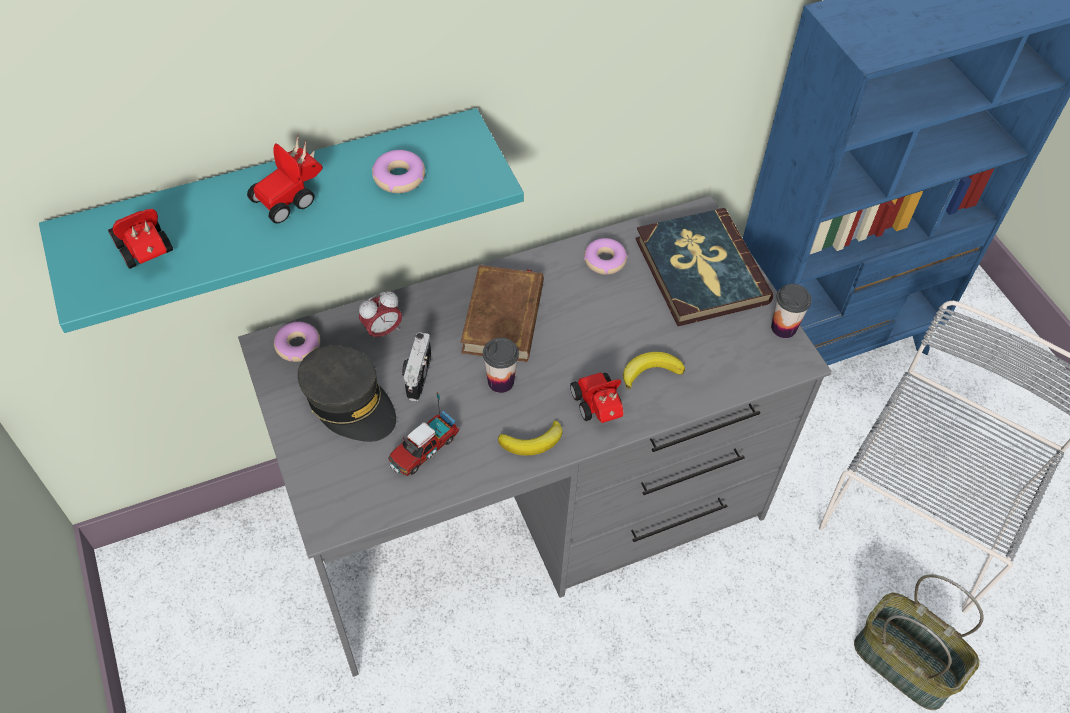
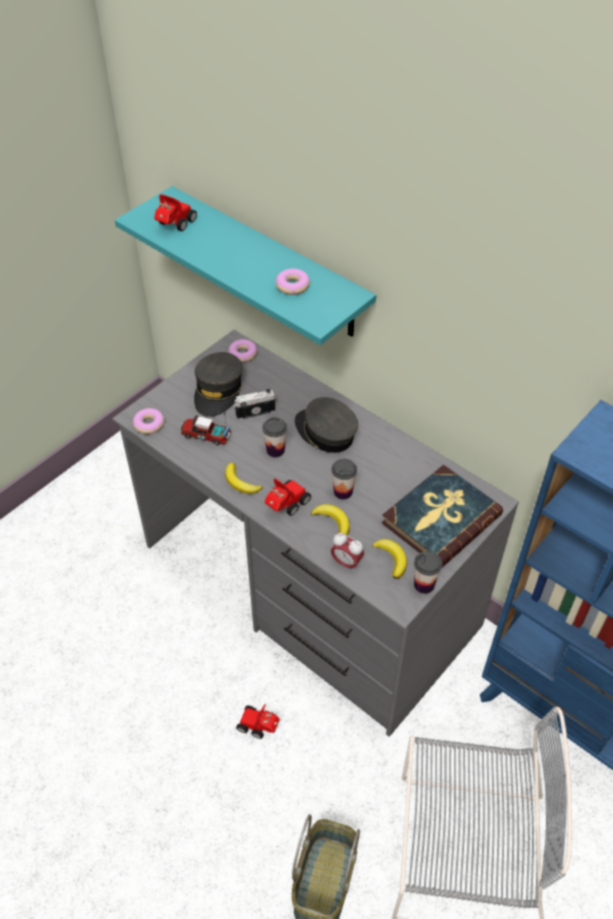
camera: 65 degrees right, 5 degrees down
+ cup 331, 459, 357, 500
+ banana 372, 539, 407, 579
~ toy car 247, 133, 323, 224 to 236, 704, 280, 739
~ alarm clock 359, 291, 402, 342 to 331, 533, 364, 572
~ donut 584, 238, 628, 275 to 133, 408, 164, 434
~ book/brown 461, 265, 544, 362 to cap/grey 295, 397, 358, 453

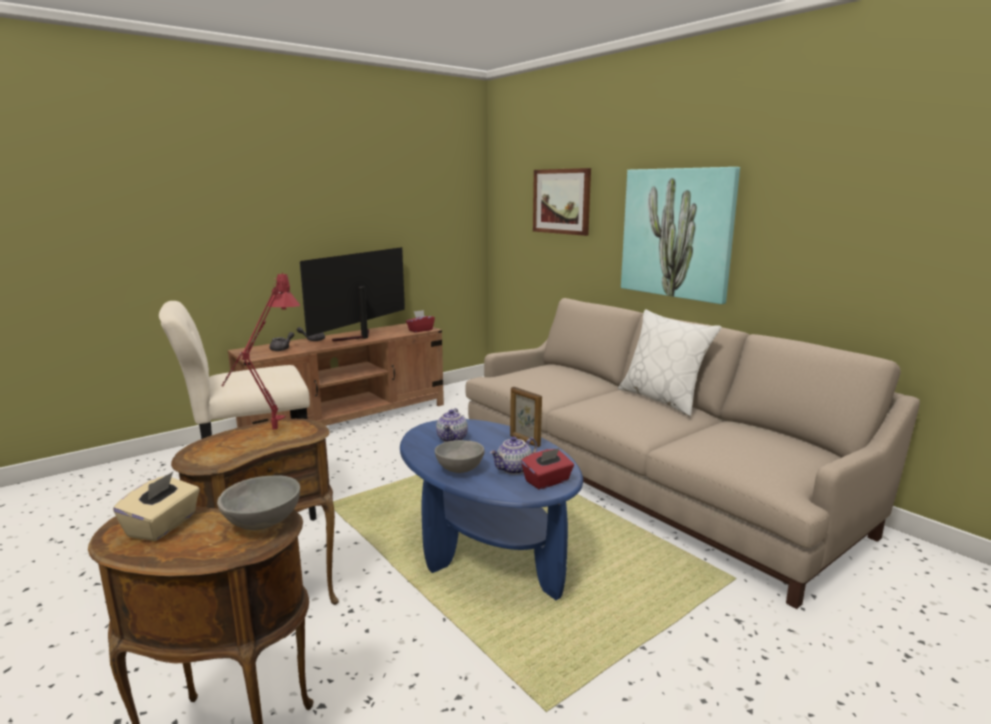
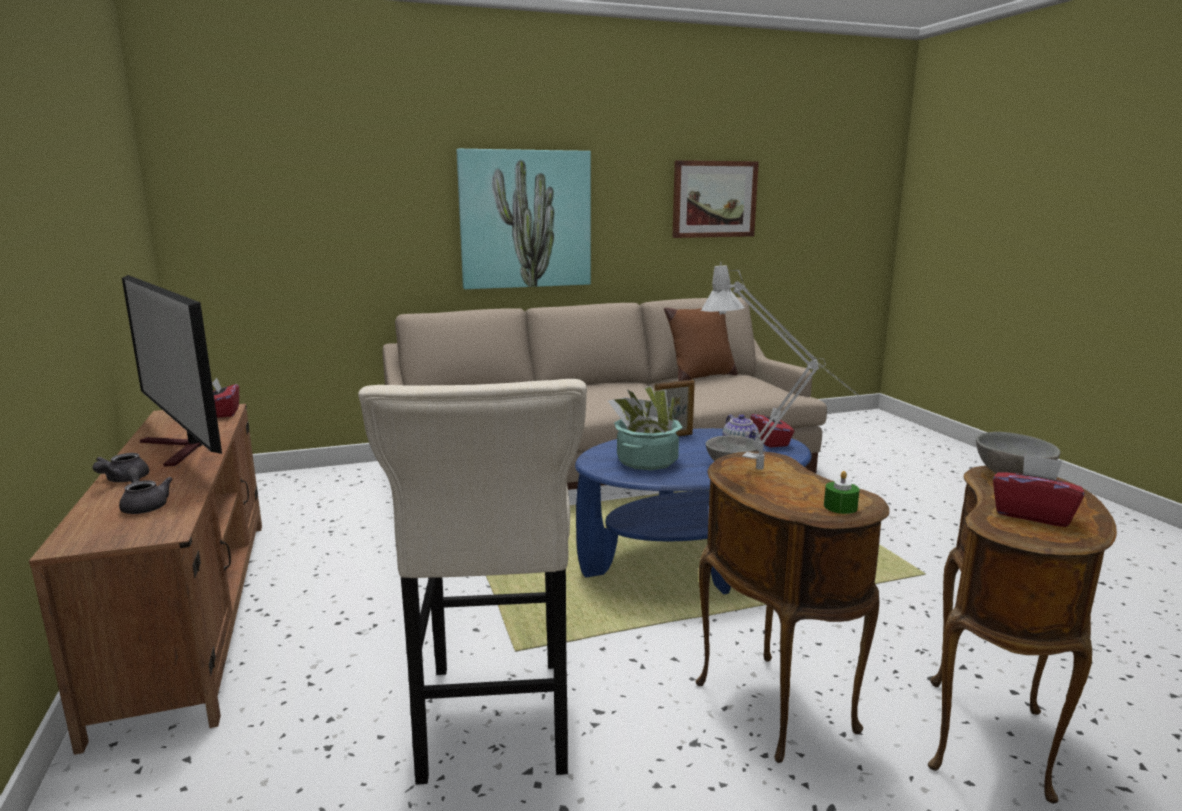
camera: 70 degrees left, 0 degrees up
- pillow/white 618, 309, 722, 416
+ pillow/brown 664, 307, 738, 381
+ candle/green 824, 471, 860, 514
~ picture 533, 168, 591, 236 to 672, 160, 759, 238
~ teapot 436, 408, 468, 442 to potted plant 608, 385, 683, 470
~ tissue box/beige 113, 472, 200, 541 to tissue box/red 993, 454, 1084, 527
~ table lamp/red 221, 272, 300, 430 to table lamp/grey 701, 262, 862, 470

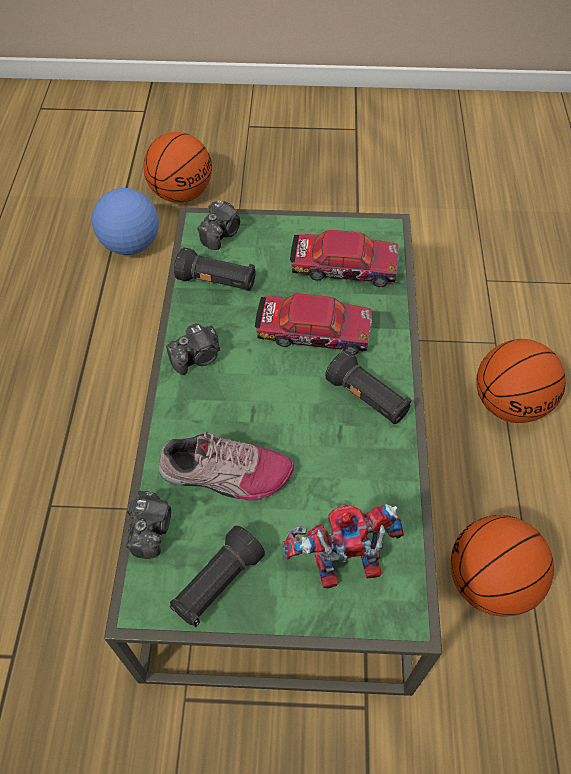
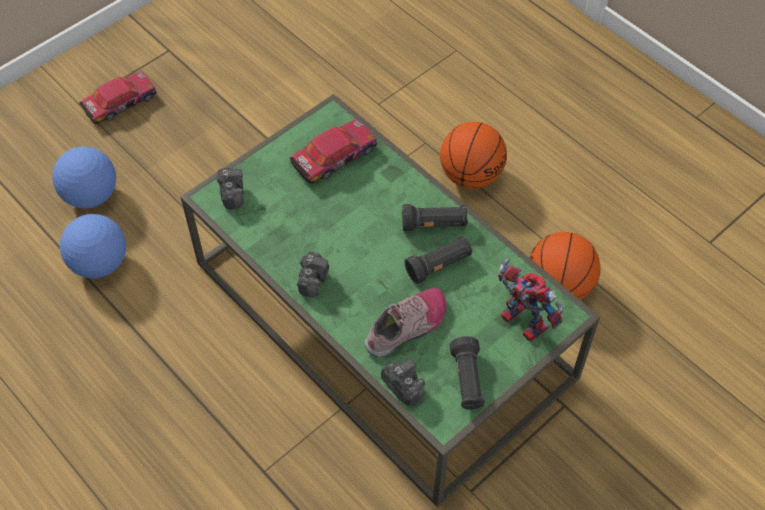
camera: 45 degrees left, 0 degrees up
~ flashlight/black 174, 247, 255, 291 to 404, 235, 473, 284
~ toy car 255, 293, 372, 355 to 79, 71, 157, 124
~ basketball 143, 132, 212, 203 to football 52, 147, 116, 208
~ toy robot 282, 504, 404, 588 = 498, 258, 563, 342 105 degrees clockwise

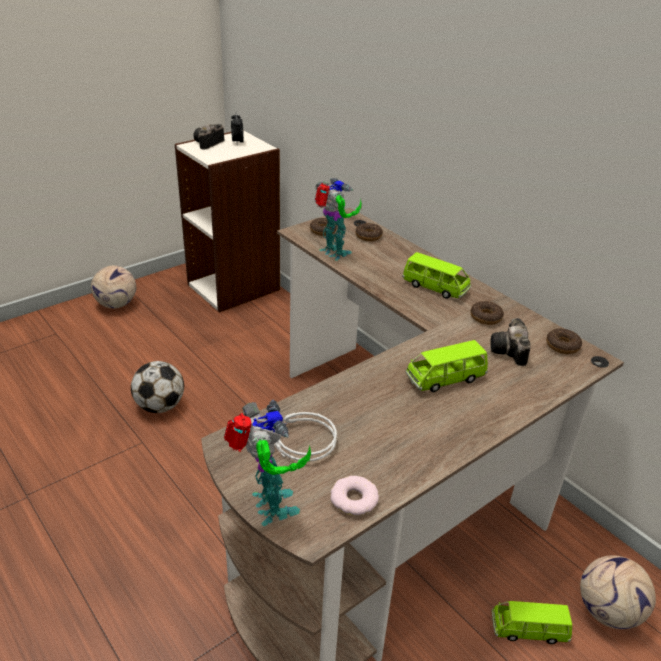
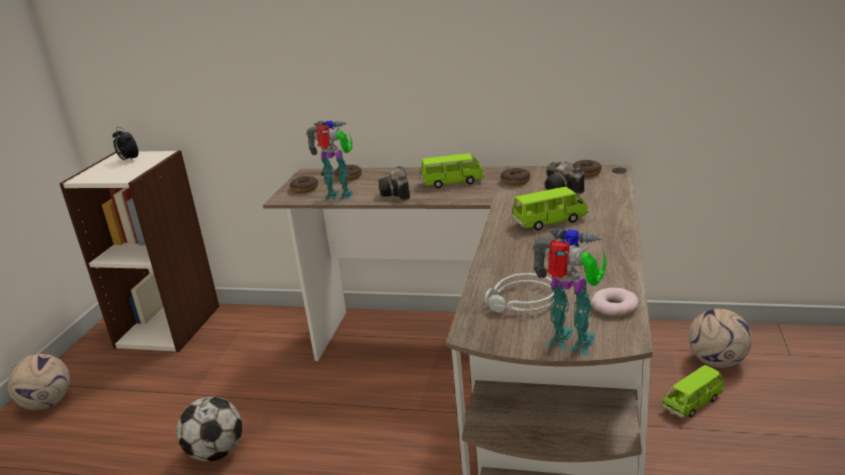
camera: 35 degrees left, 10 degrees down
~ photo camera 193, 124, 224, 150 to 378, 166, 410, 200
~ toy car/green 405, 340, 488, 392 = 512, 187, 589, 230 135 degrees counterclockwise

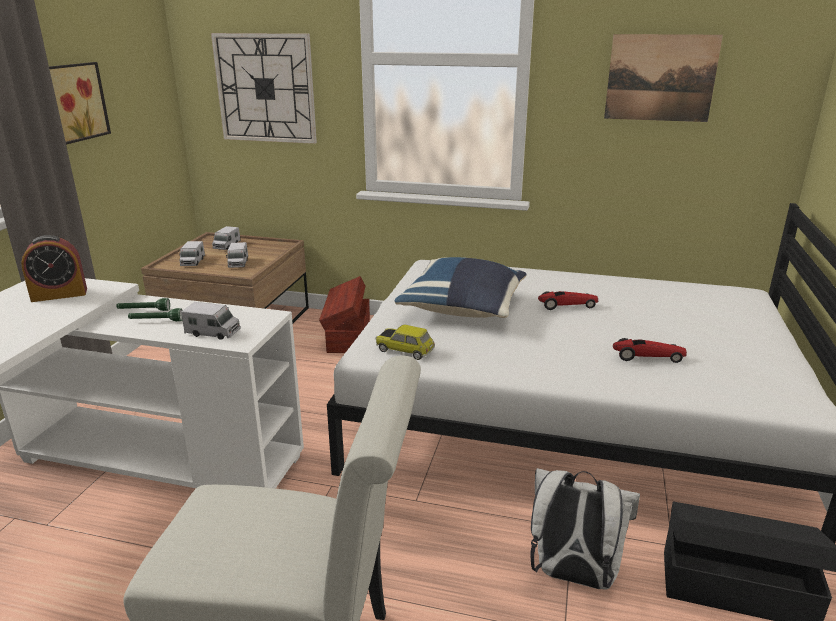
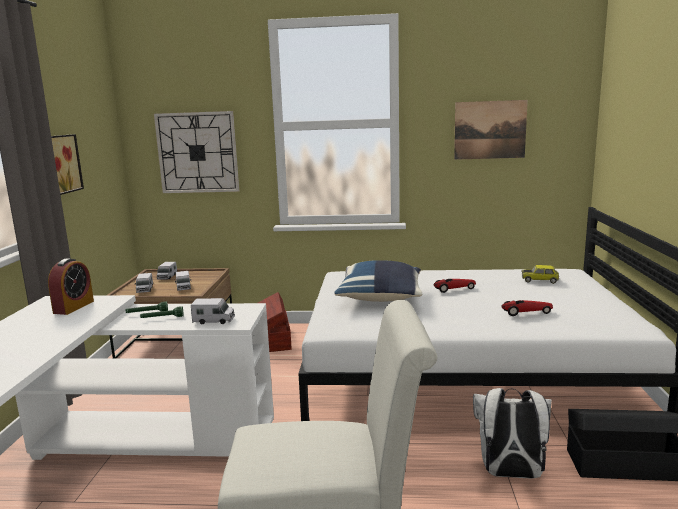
camera: 10 degrees left, 10 degrees down
~ toy car 375, 325, 435, 360 to 521, 265, 559, 284
~ alarm clock 21, 235, 87, 302 = 48, 259, 94, 315 45 degrees counterclockwise

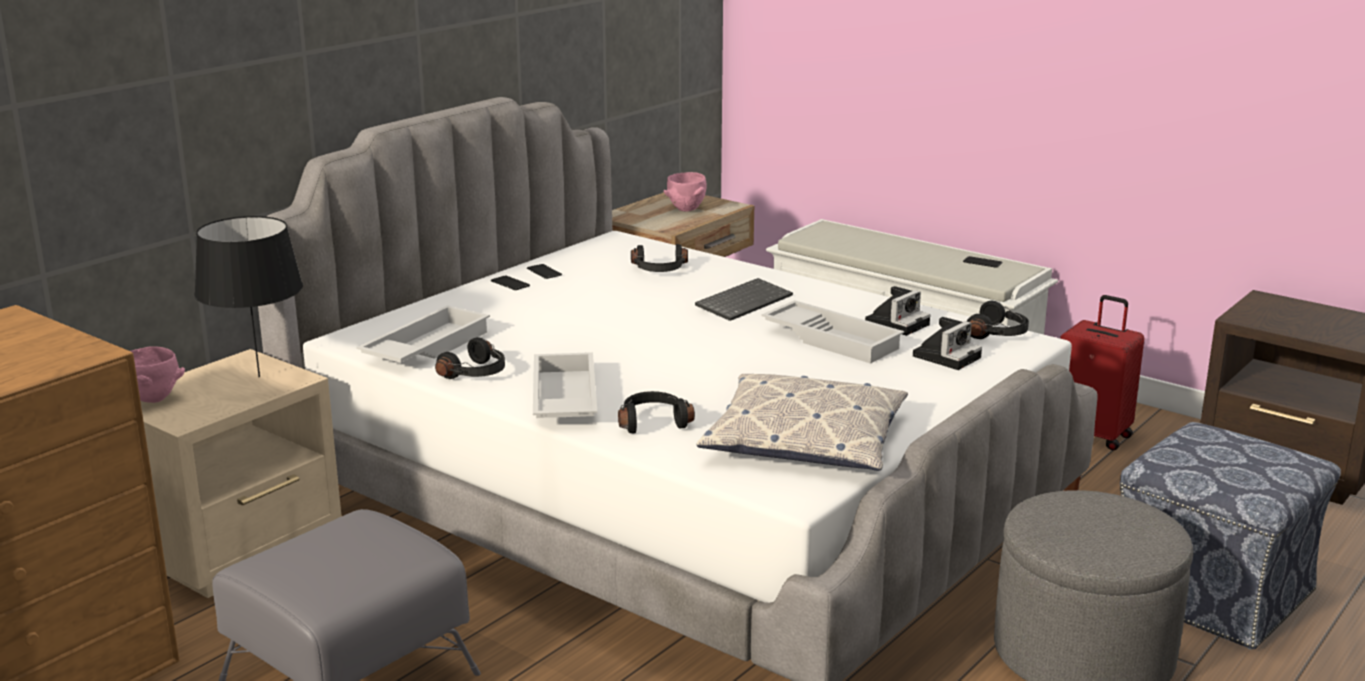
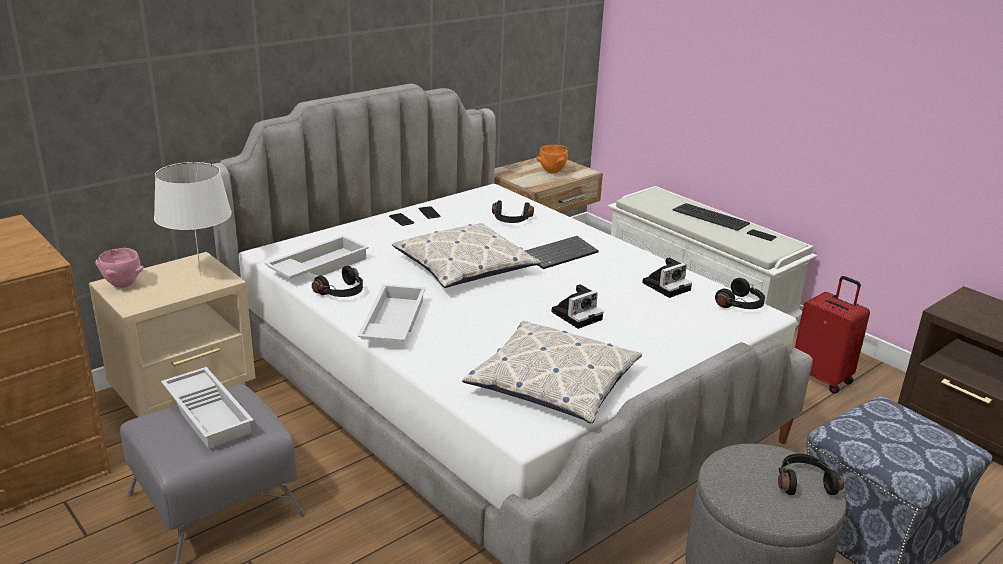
camera: 10 degrees right, 5 degrees up
+ pillow 392, 223, 541, 288
+ keyboard 672, 203, 750, 231
~ headphones/black 618, 391, 695, 433 to 778, 453, 844, 495
~ tray/white 761, 300, 904, 364 to 161, 367, 254, 449
~ photo camera 913, 317, 982, 370 to 551, 284, 603, 329
~ table lamp/black 194, 216, 303, 377 to table lamp/white 154, 162, 232, 276
~ bowl/pink 664, 172, 707, 212 to bowl/orange 536, 145, 568, 173

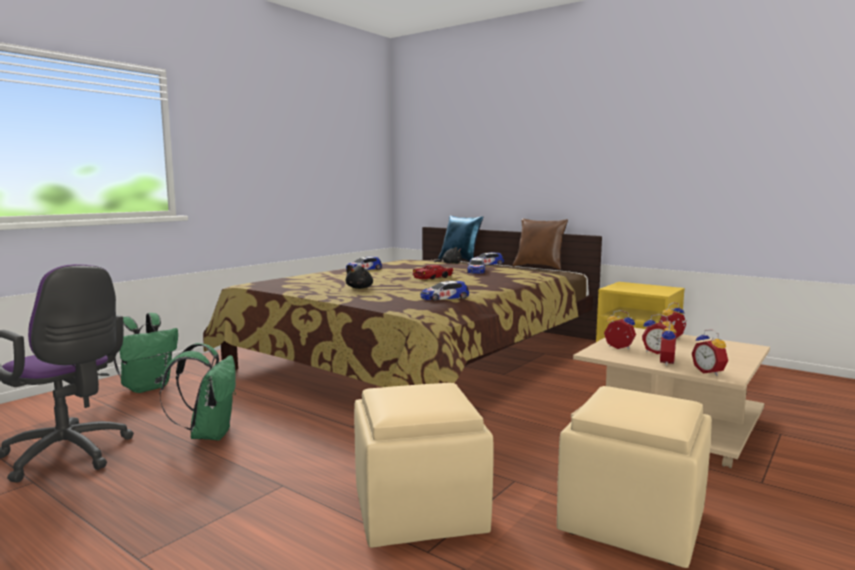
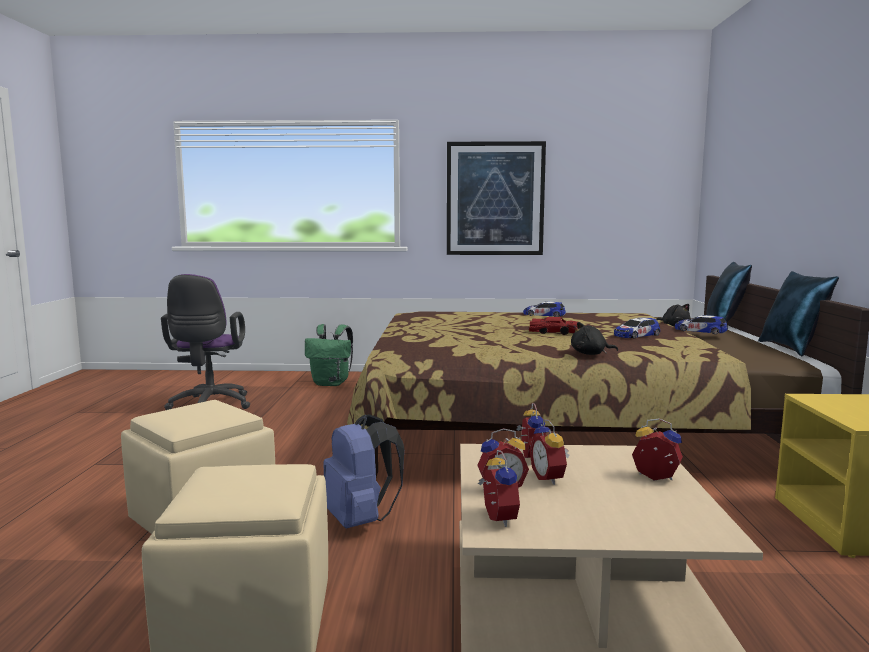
camera: 55 degrees right, 0 degrees up
- backpack/green 160, 343, 236, 440
- toy car 420, 281, 469, 301
+ backpack/blue 324, 414, 404, 528
+ picture 447, 141, 546, 255
~ plush toy/black 345, 265, 373, 289 to 571, 322, 618, 355
~ pillow/brown 512, 219, 568, 270 to pillow/blue 758, 271, 839, 356
~ alarm clock 692, 329, 728, 376 = 478, 450, 520, 527 135 degrees clockwise

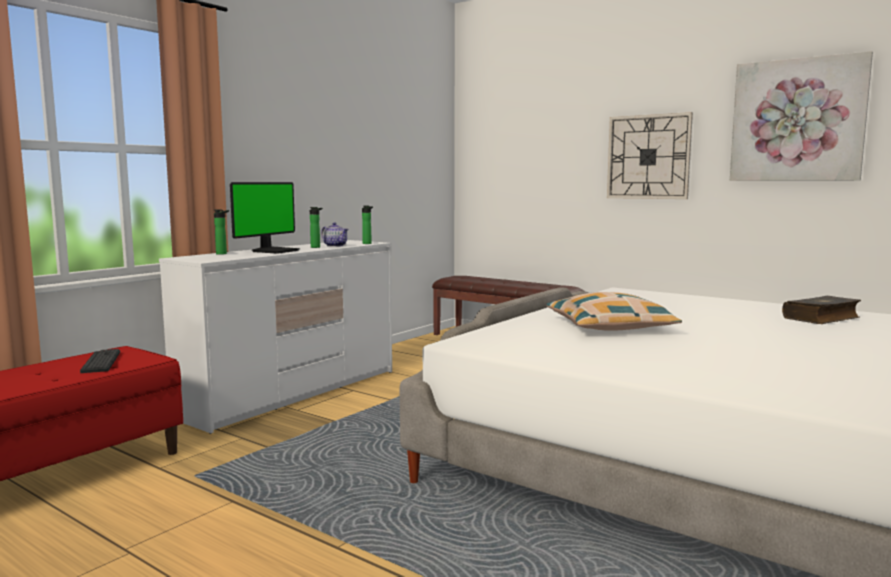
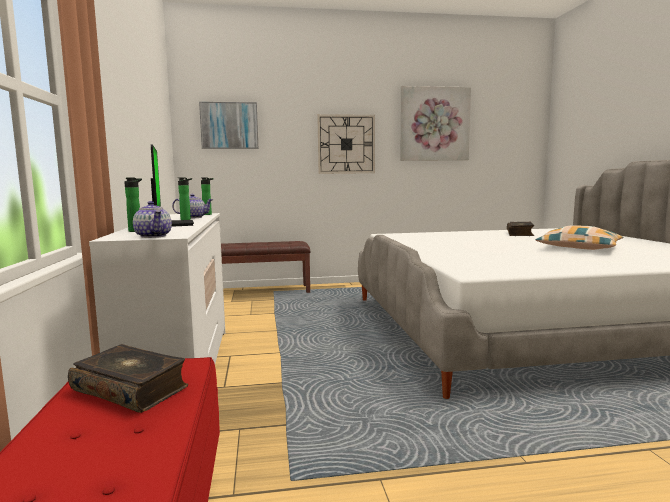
camera: 45 degrees left, 0 degrees up
+ teapot 133, 201, 172, 238
+ picture 199, 102, 258, 149
~ pillow 546, 292, 682, 331 to 536, 225, 623, 250
~ keyboard 80, 349, 120, 373 to book 68, 344, 188, 413

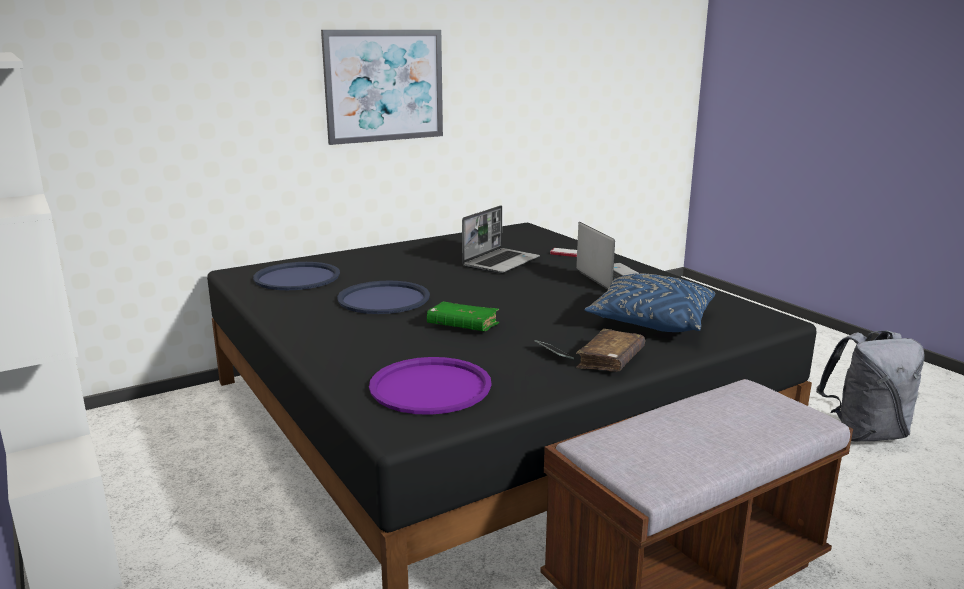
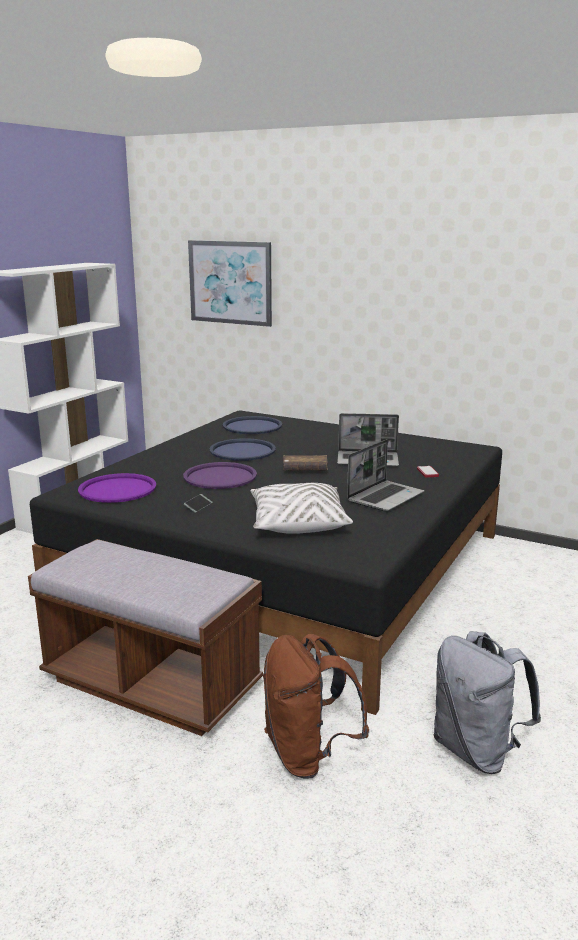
camera: 60 degrees right, 0 degrees up
+ backpack/brown 263, 634, 369, 778
~ picture 321, 30, 443, 145 to 188, 240, 272, 327
~ book/brown 576, 329, 645, 372 to 283, 455, 328, 471
~ book/green 427, 301, 499, 331 to tray/purple 183, 462, 257, 489
~ pillow/blue 584, 273, 715, 332 to pillow/white 251, 483, 353, 534

